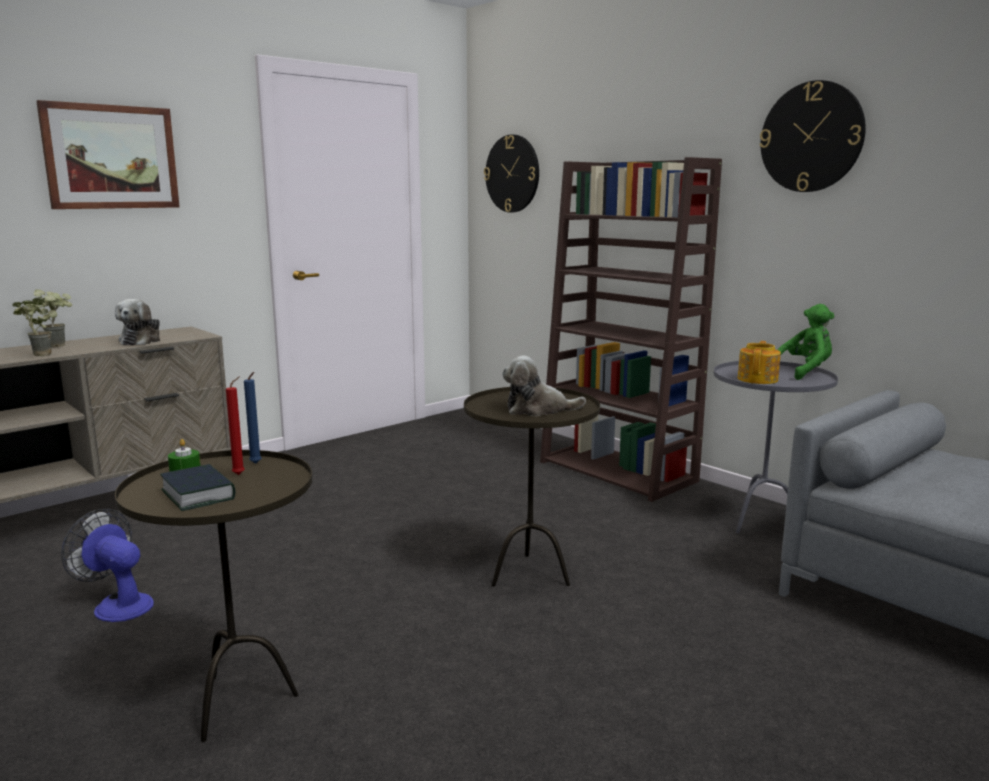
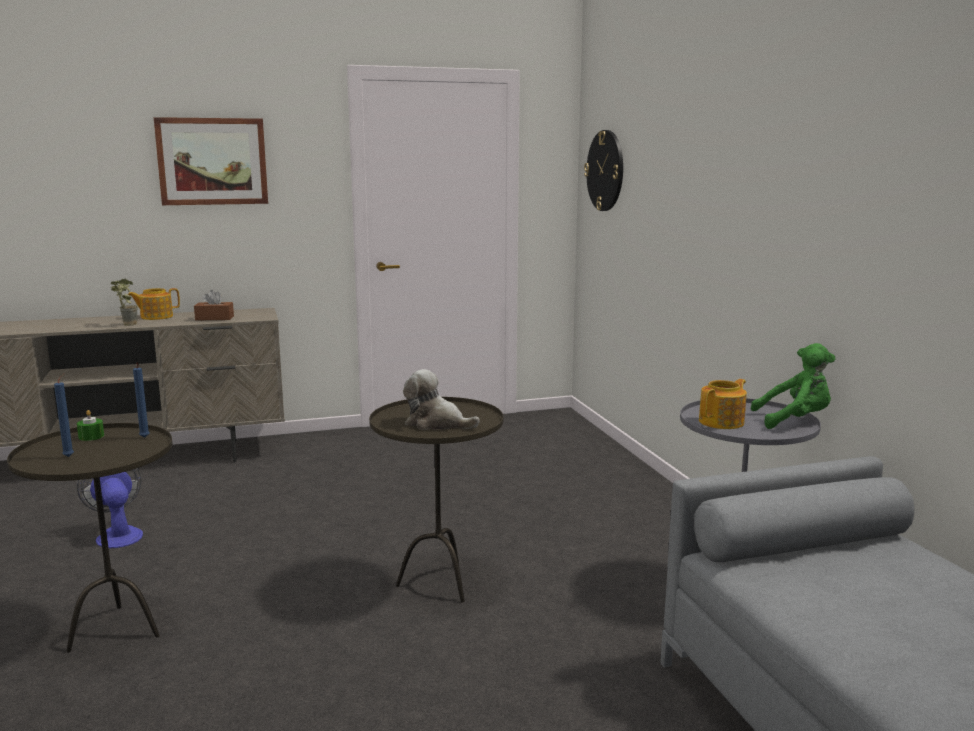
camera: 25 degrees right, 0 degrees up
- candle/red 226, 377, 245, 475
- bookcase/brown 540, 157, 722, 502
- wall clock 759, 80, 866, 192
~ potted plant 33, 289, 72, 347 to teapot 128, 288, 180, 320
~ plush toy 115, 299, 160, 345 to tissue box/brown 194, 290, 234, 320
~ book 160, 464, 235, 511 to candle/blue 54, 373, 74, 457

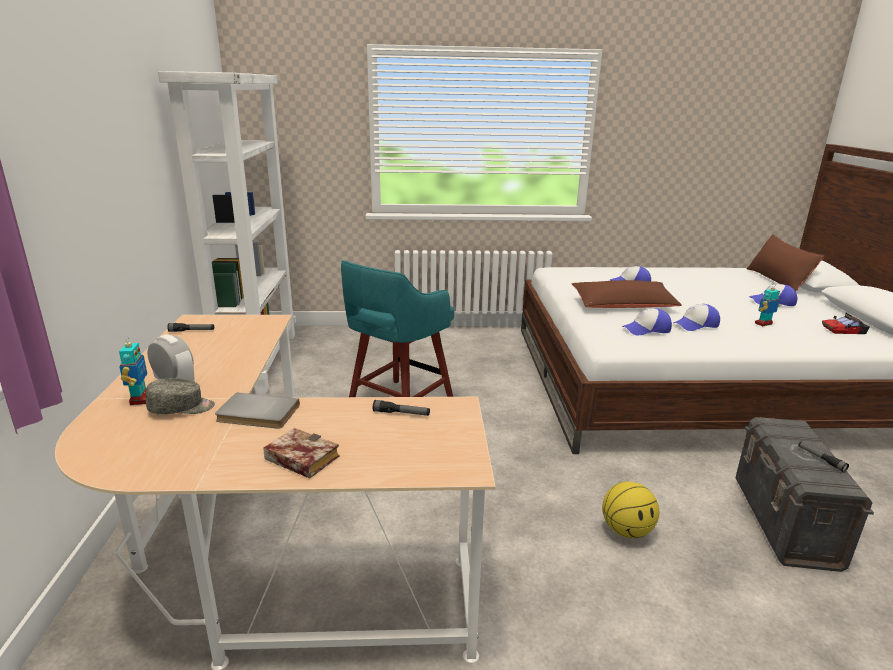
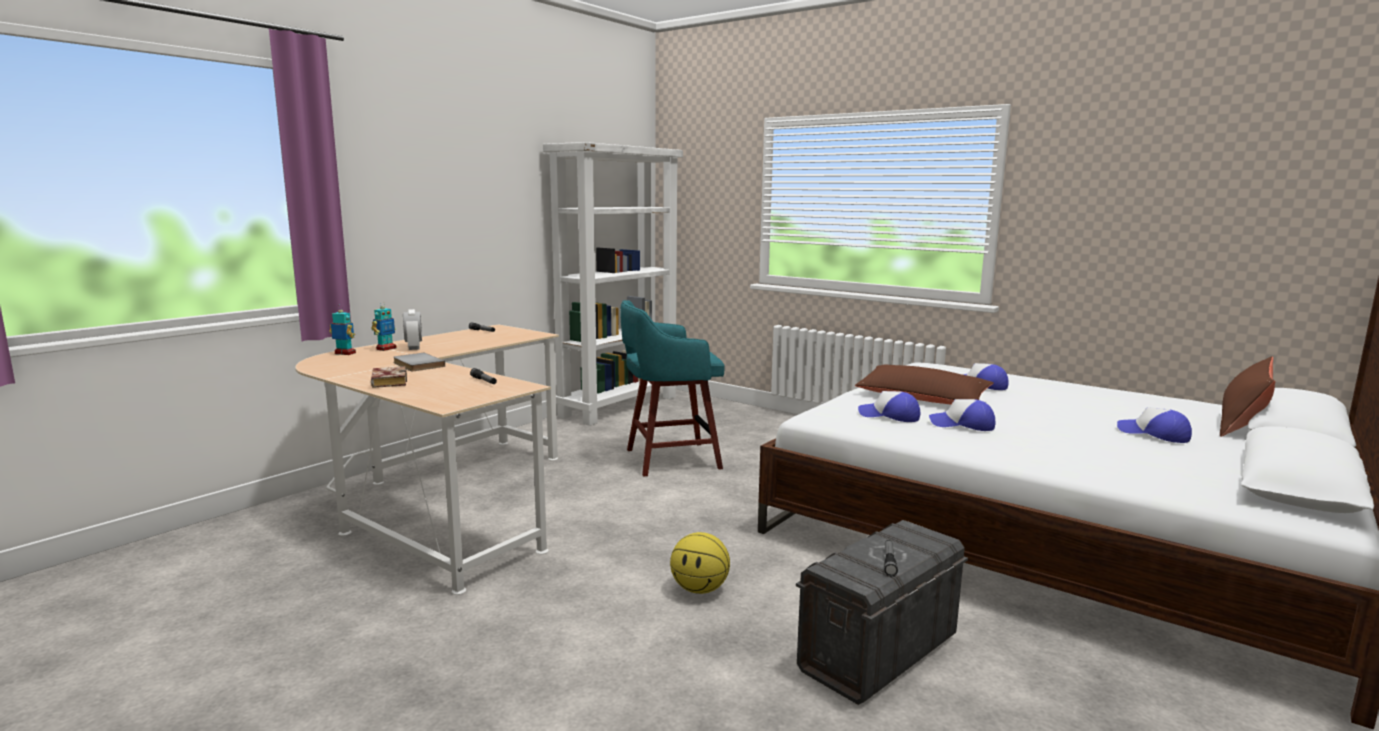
camera: 40 degrees right, 10 degrees down
- cap/grey 146, 378, 215, 415
- toy car 822, 313, 870, 334
~ toy robot 755, 285, 780, 326 to 329, 305, 356, 355

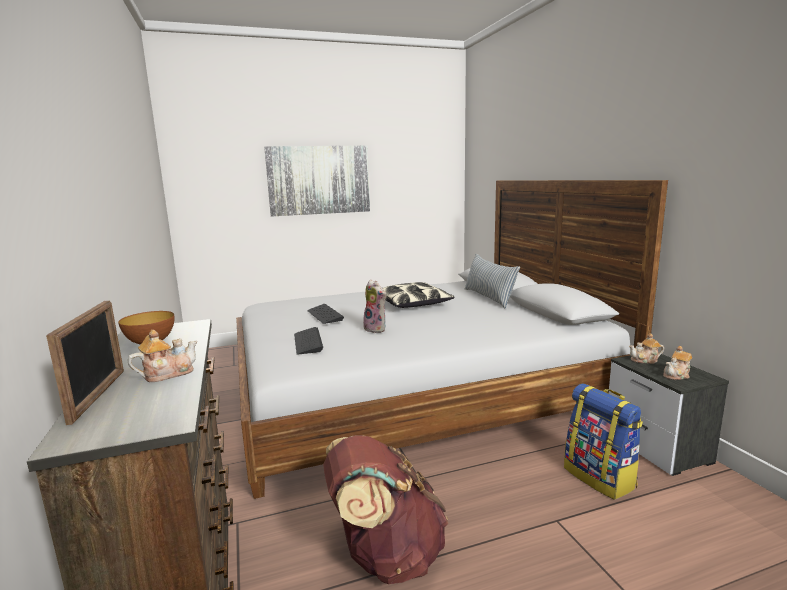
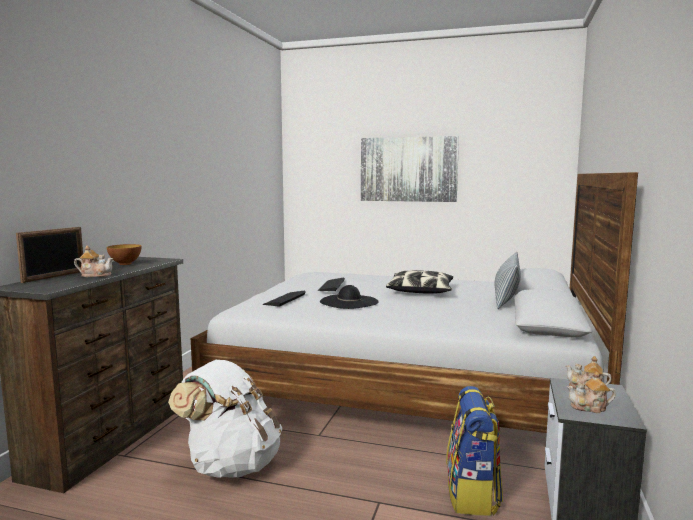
camera: 35 degrees right, 5 degrees down
~ plush toy 363, 279, 387, 333 to hat/black 320, 285, 379, 309
~ backpack/brown 323, 435, 449, 584 to backpack/white 168, 360, 282, 478

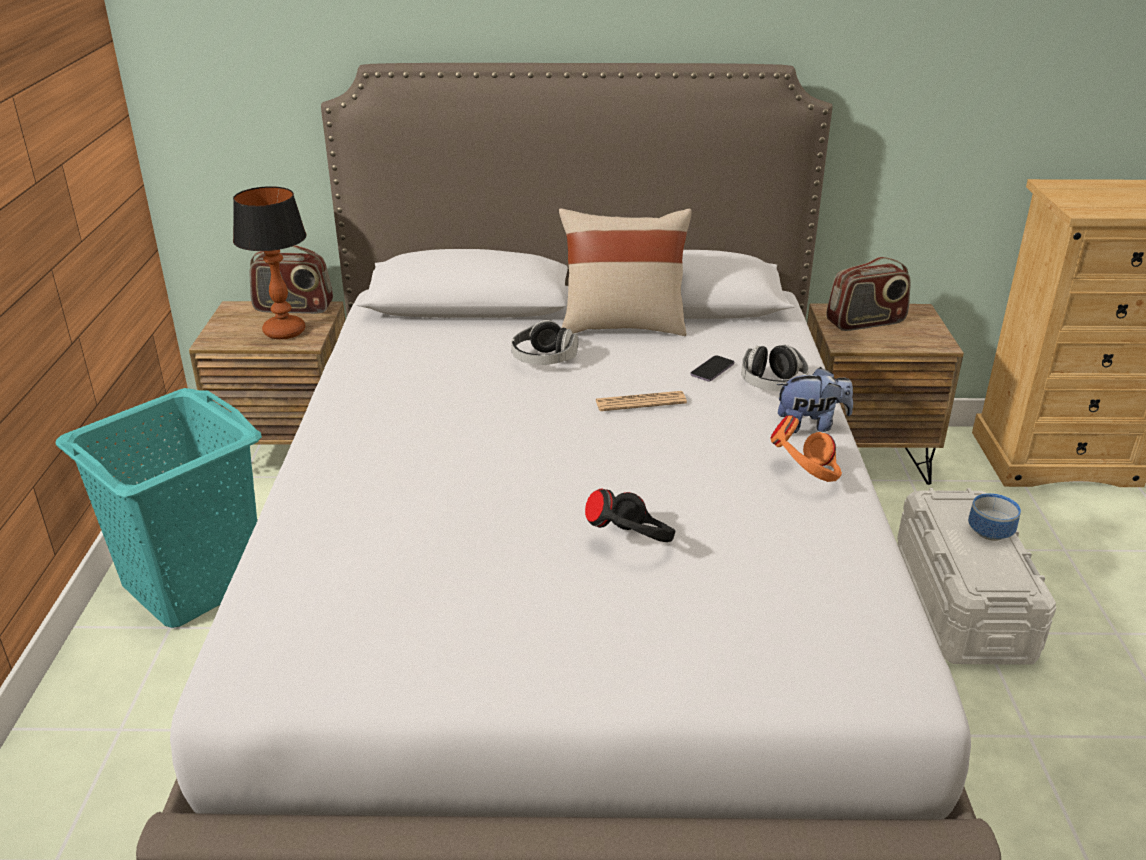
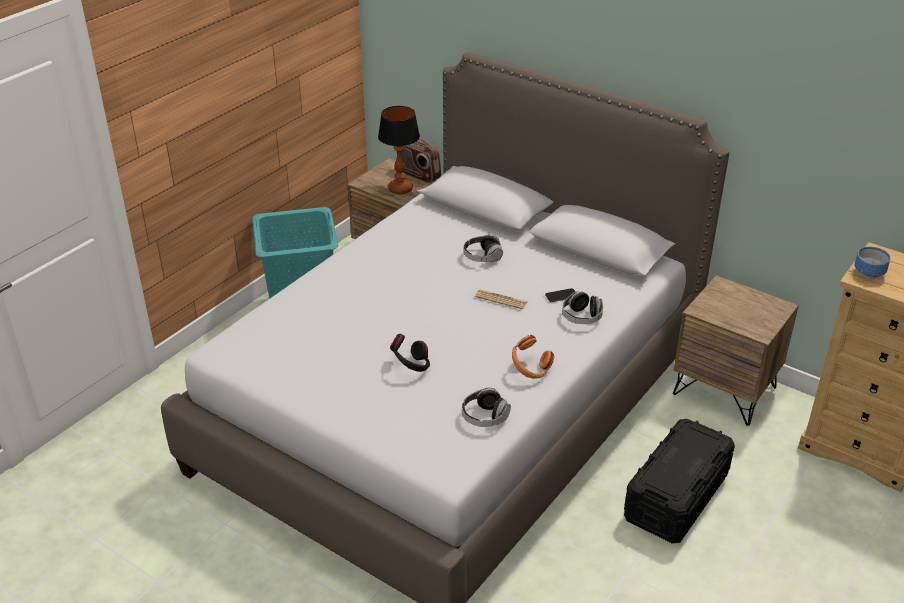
camera: 35 degrees right, 5 degrees up
- pillow/beige 559, 208, 692, 336
- plush toy 777, 367, 853, 433
- radio 826, 257, 911, 331
+ headphones 462, 387, 511, 427
~ bowl 968, 493, 1021, 541 to 854, 246, 890, 278
~ storage box/white 897, 488, 1056, 665 to storage box/black 624, 419, 735, 544

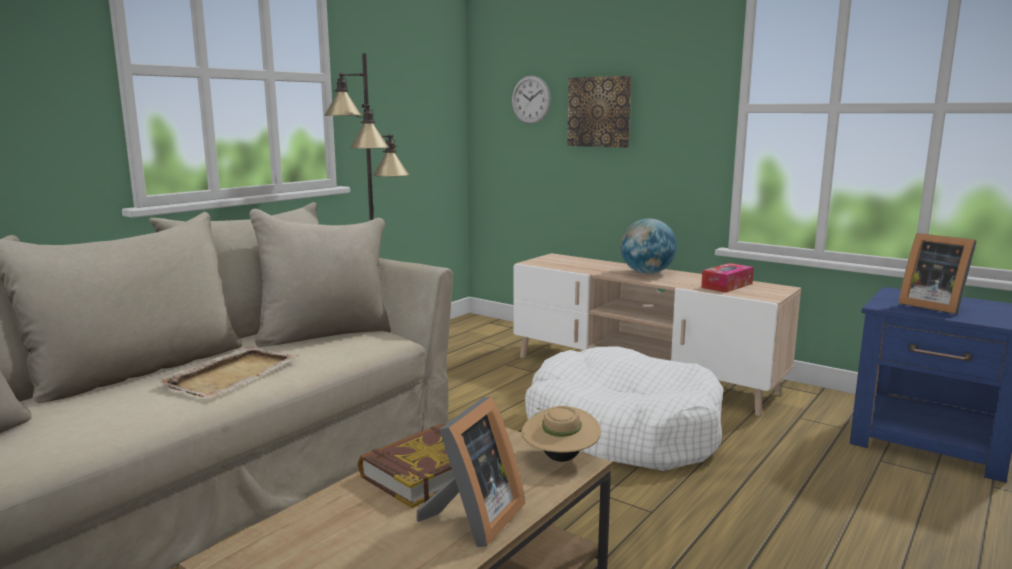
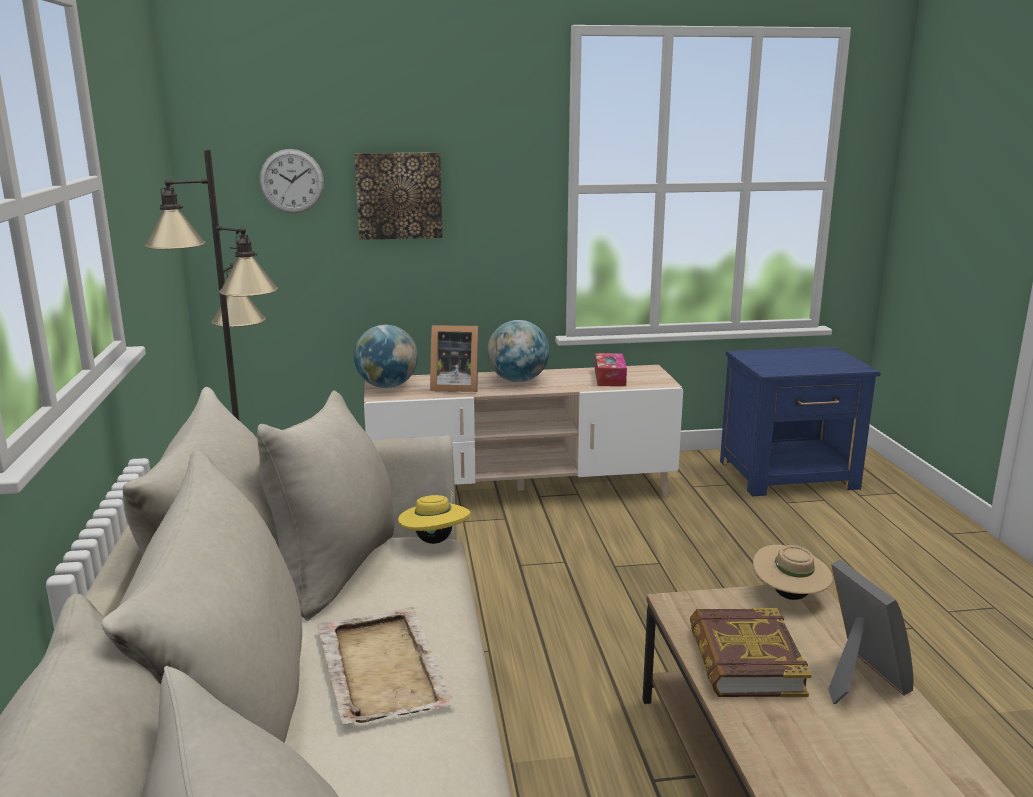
camera: 45 degrees left, 5 degrees up
- dog bed/white 525, 347, 723, 471
+ globe 354, 325, 418, 388
+ hat/yellow 398, 492, 471, 544
~ picture frame 898, 233, 977, 315 to 430, 325, 479, 392

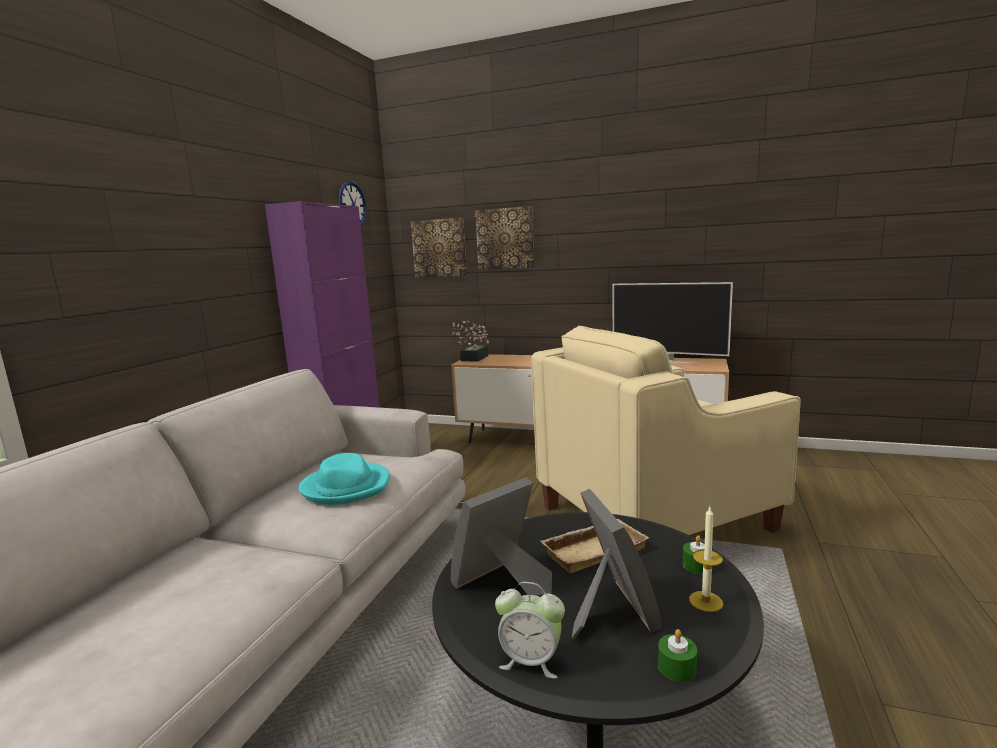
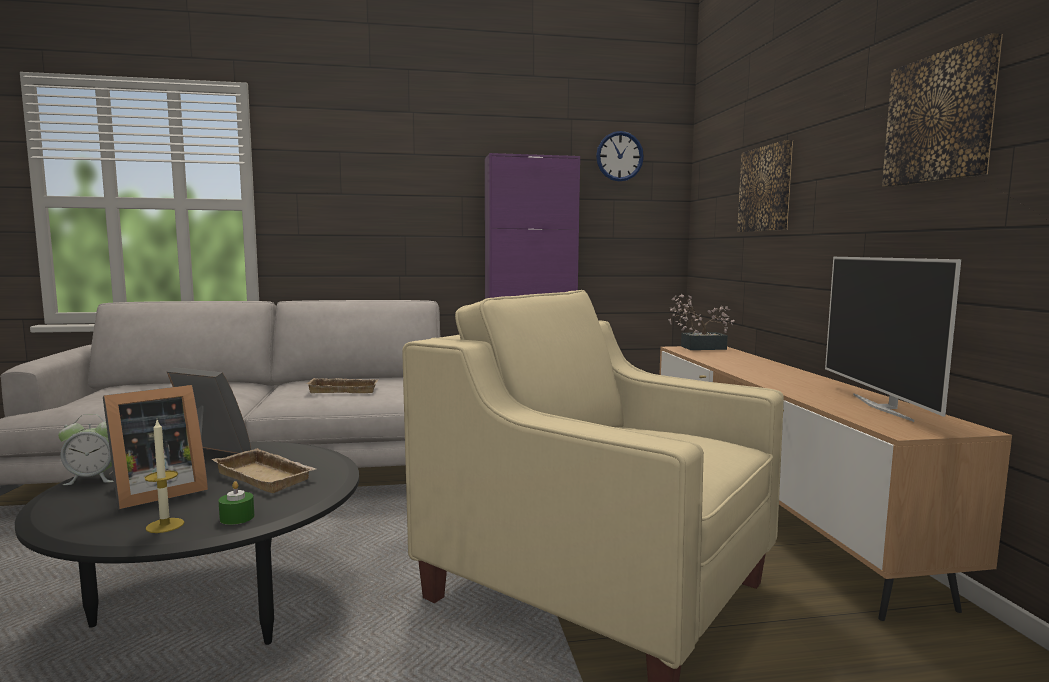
camera: 60 degrees right, 5 degrees down
- candle/green 658, 629, 697, 682
~ picture 411, 218, 467, 277 to 882, 33, 1003, 187
~ hat/turquoise 299, 453, 390, 505 to tray/beige 306, 378, 379, 393
~ alarm clock 495, 582, 565, 679 = 58, 414, 114, 485 90 degrees counterclockwise

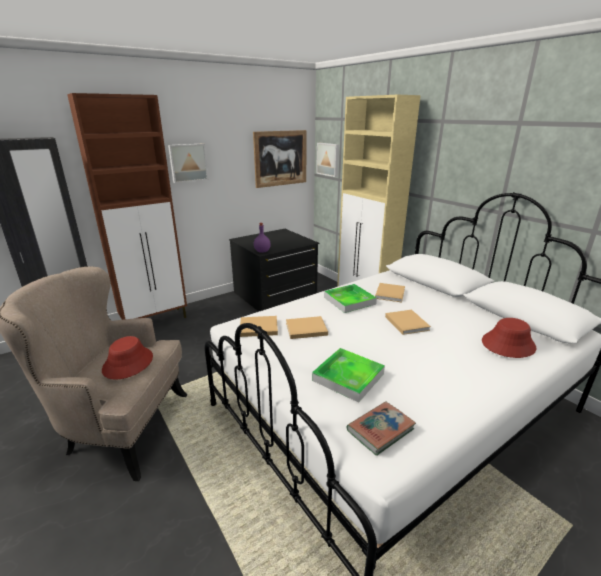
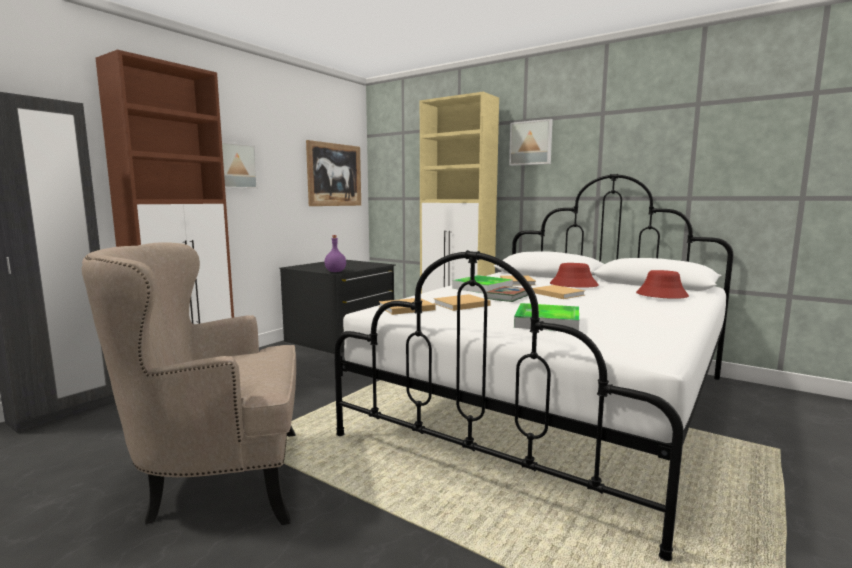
camera: 20 degrees left, 15 degrees down
~ hat/red 102, 336, 153, 380 to 550, 263, 599, 288
~ picture 316, 143, 339, 177 to 509, 119, 553, 166
~ book 346, 401, 416, 456 to 486, 286, 528, 302

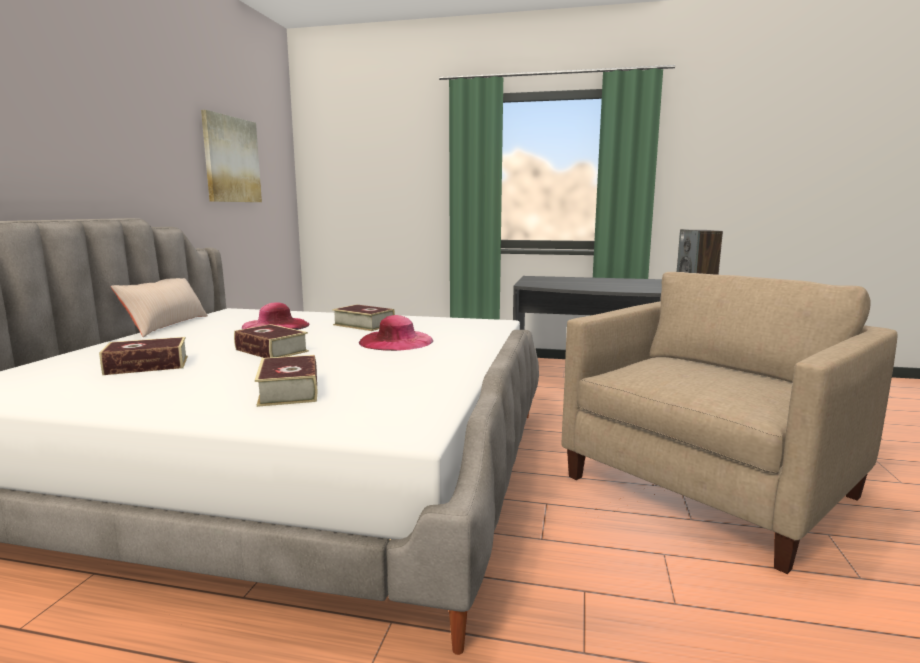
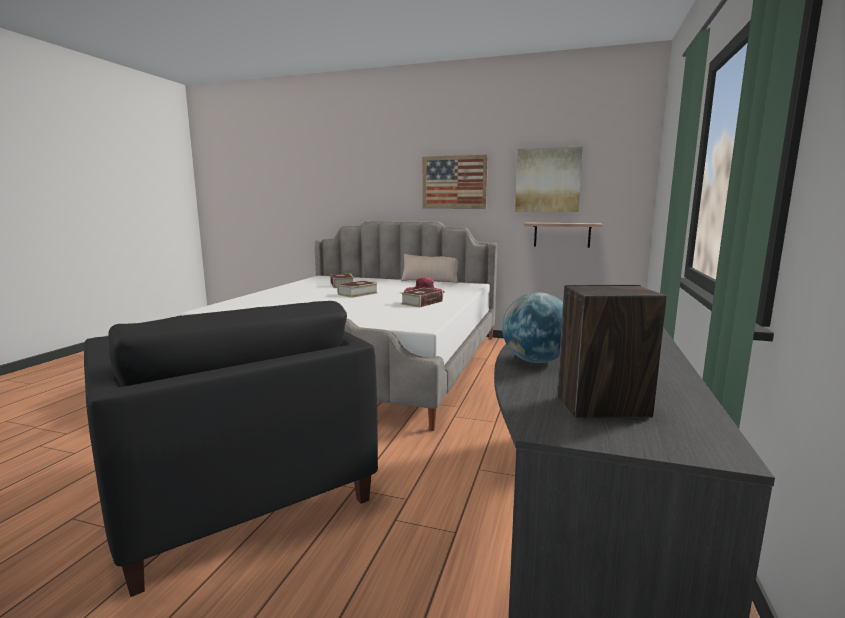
camera: 95 degrees right, 0 degrees up
- book 255, 355, 317, 407
- hat/pink 359, 315, 433, 351
+ picture 422, 154, 488, 209
+ globe 502, 292, 563, 363
+ shelf 524, 223, 603, 248
~ armchair/beige 561, 272, 898, 574 to armchair/black 84, 301, 378, 597

